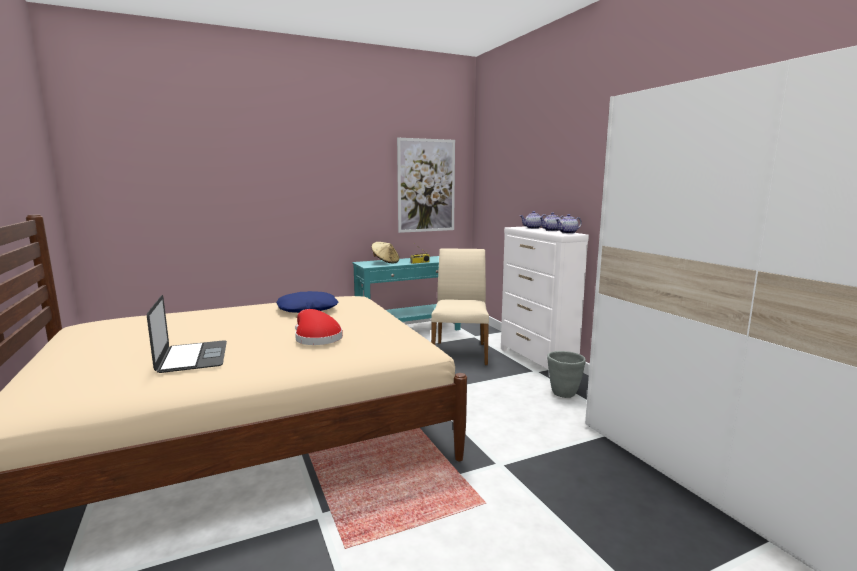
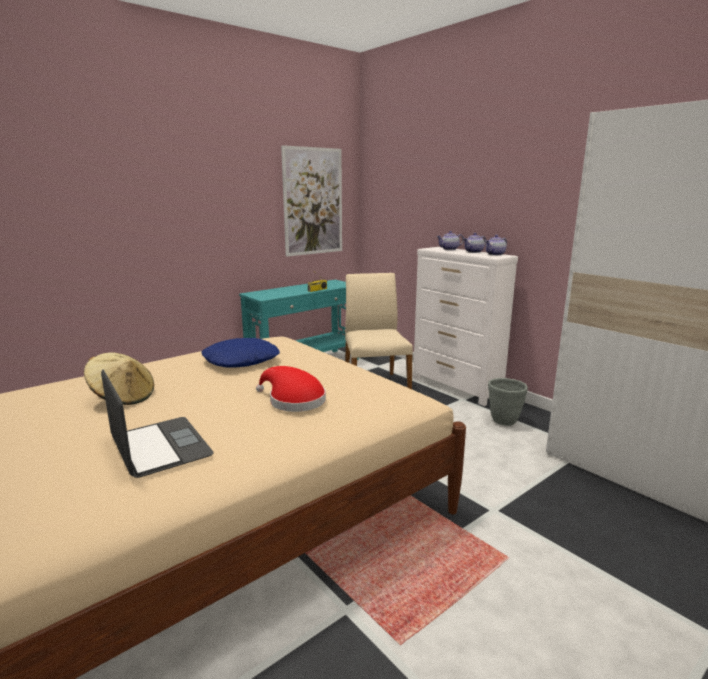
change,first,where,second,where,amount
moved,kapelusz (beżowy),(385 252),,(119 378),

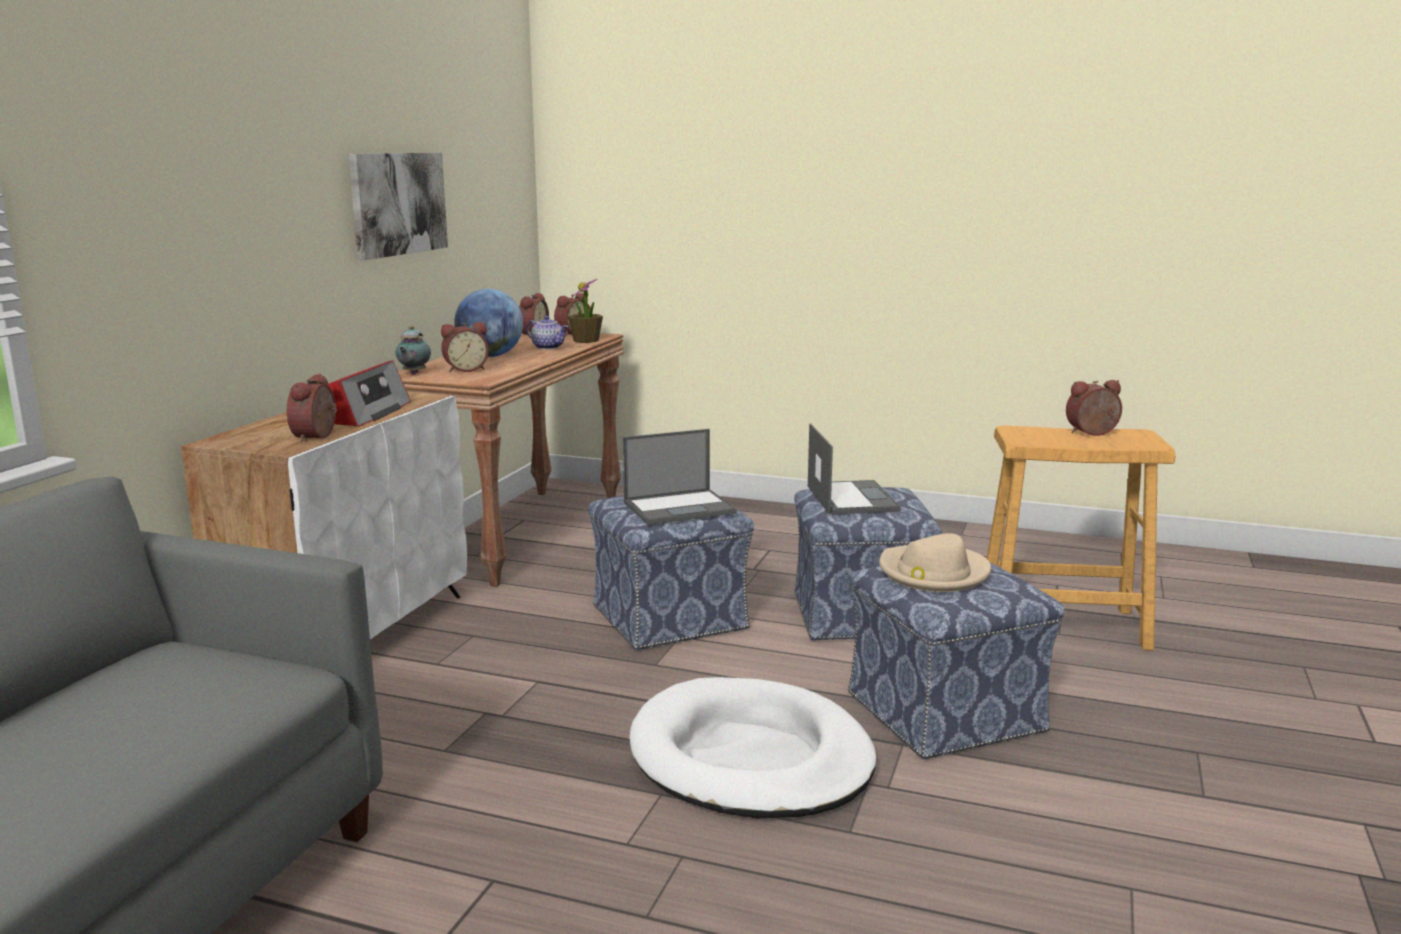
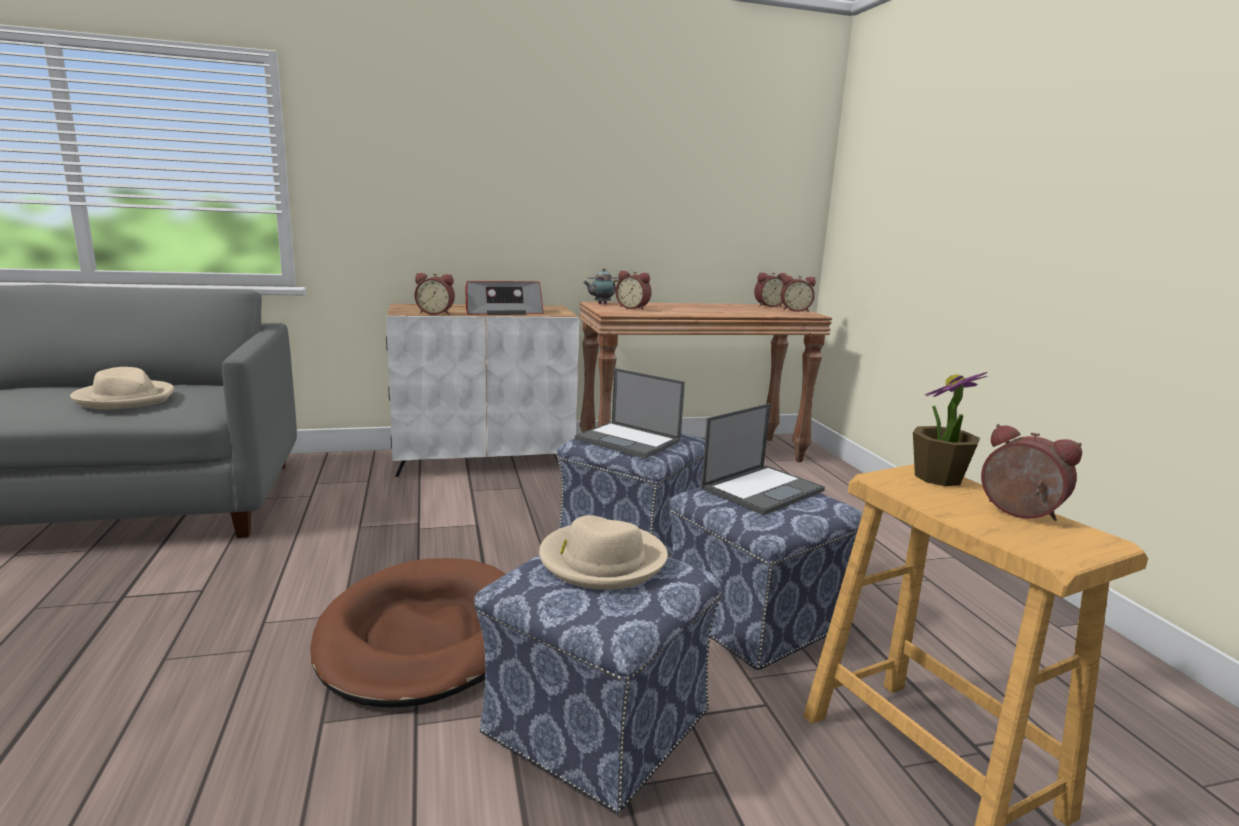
change,first,where,second,where,amount
removed,obraz,(398 206),,,
moved,roślina doniczkowa,(585 310),,(950 429),
removed,globus,(488 323),,,
removed,imbryk,(547 333),,,
turned,budzik,(312 408),,(434 294),150 degrees counterclockwise
recoloured,legowisko (biały),(753 747),legowisko (brązowy),(408 633),
added,,,kapelusz (beżowy),(122 388),

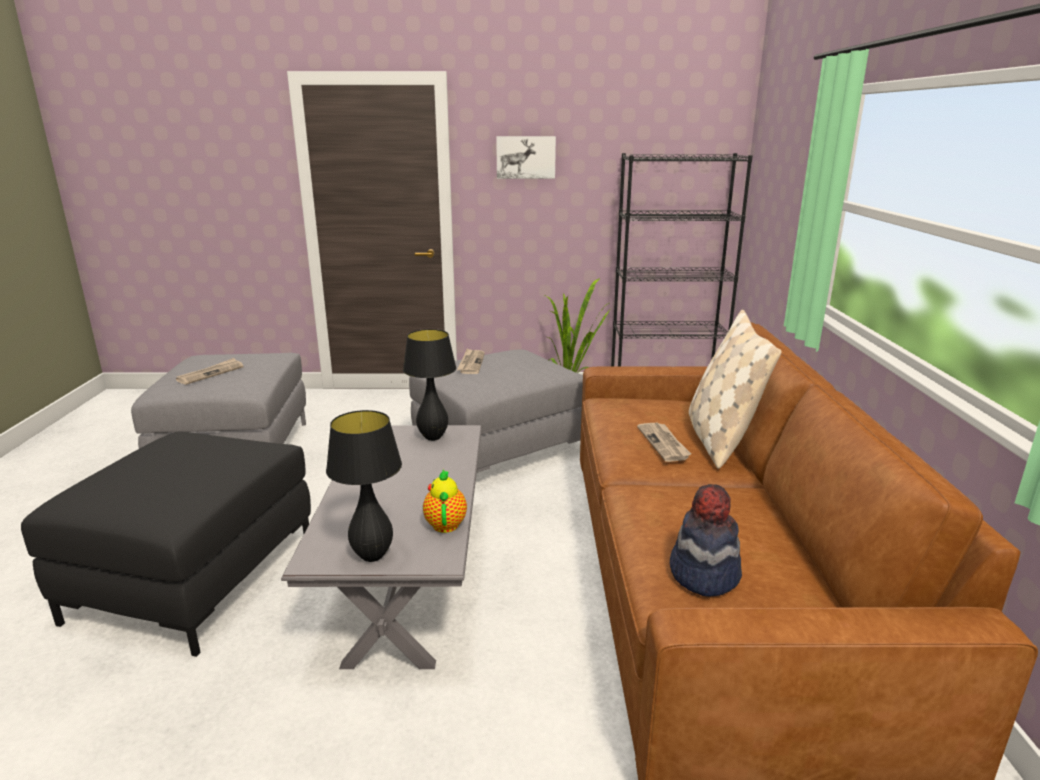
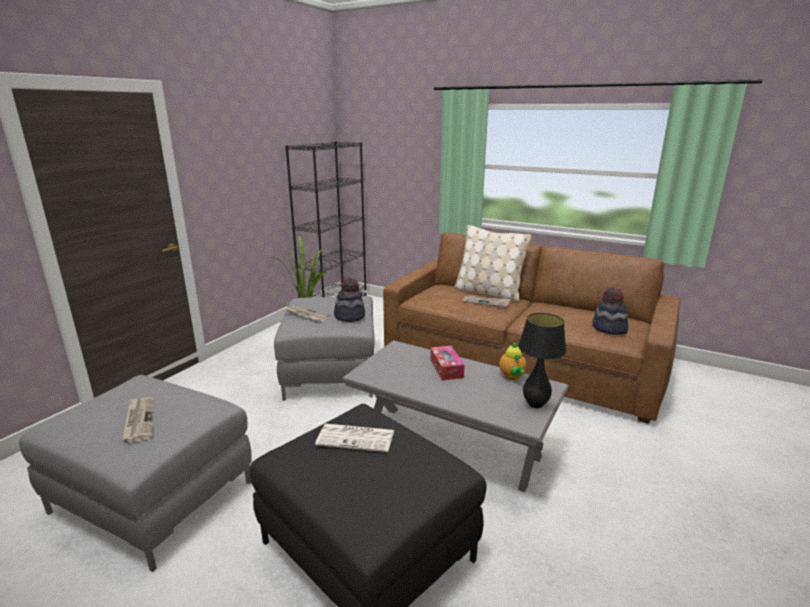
change,first,where,second,where,amount
removed,obraz,(526 157),,,
removed,lampa stołowa (czarny),(429 385),,,
turned,imbryk,(445 501),,(513 361),120 degrees counterclockwise
added,,,kapelusz,(349 299),
added,,,pudełko chusteczek,(447 363),
added,,,gazeta,(355 438),

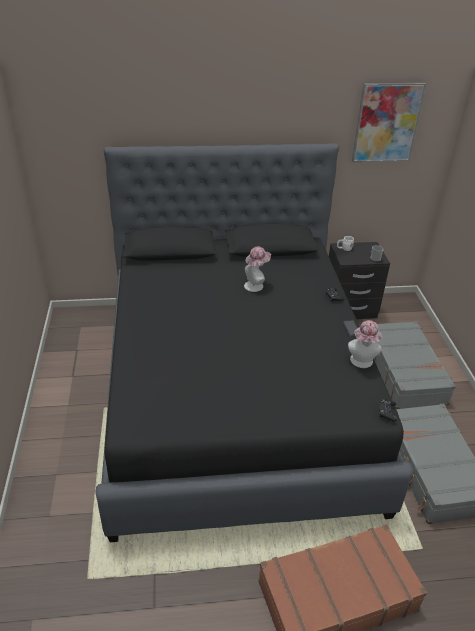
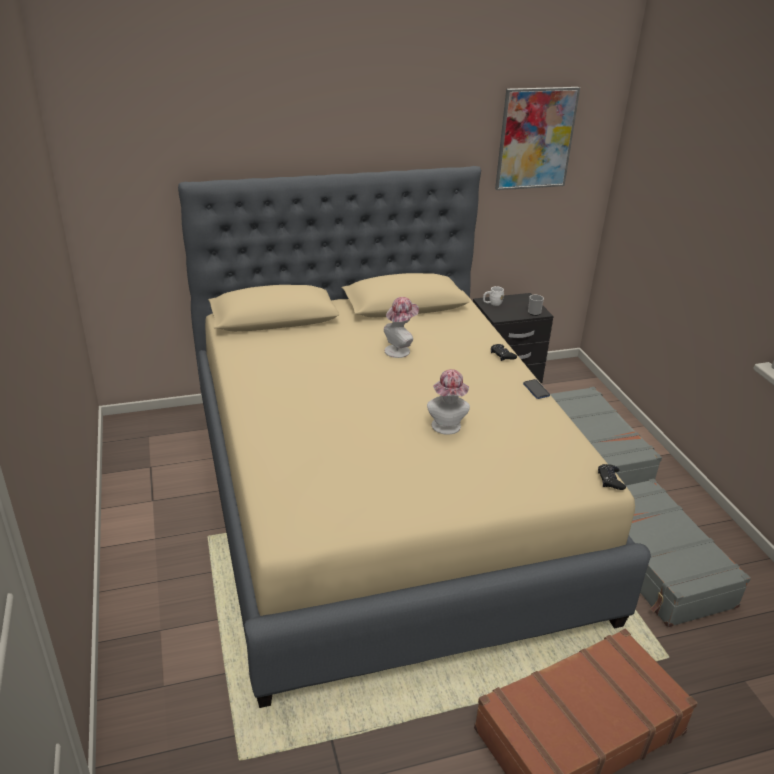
change,first,where,second,where,amount
recoloured,łóżko (czarny),(254 342),łóżko (beżowy),(414 437),
moved,kapelusz,(365 344),,(448 402),

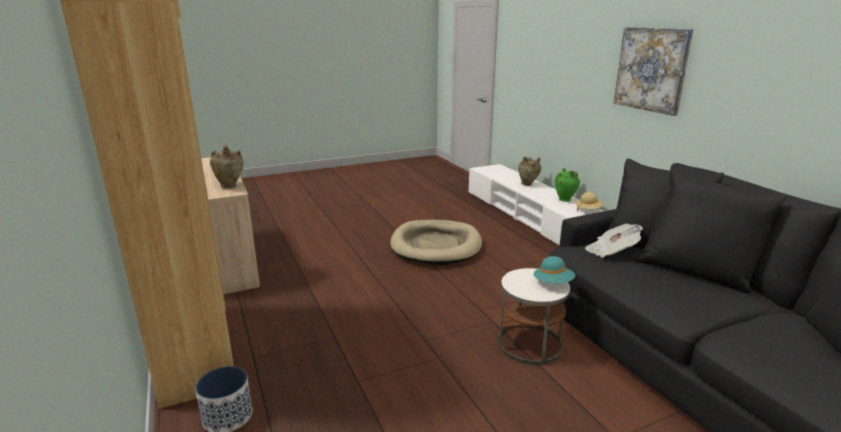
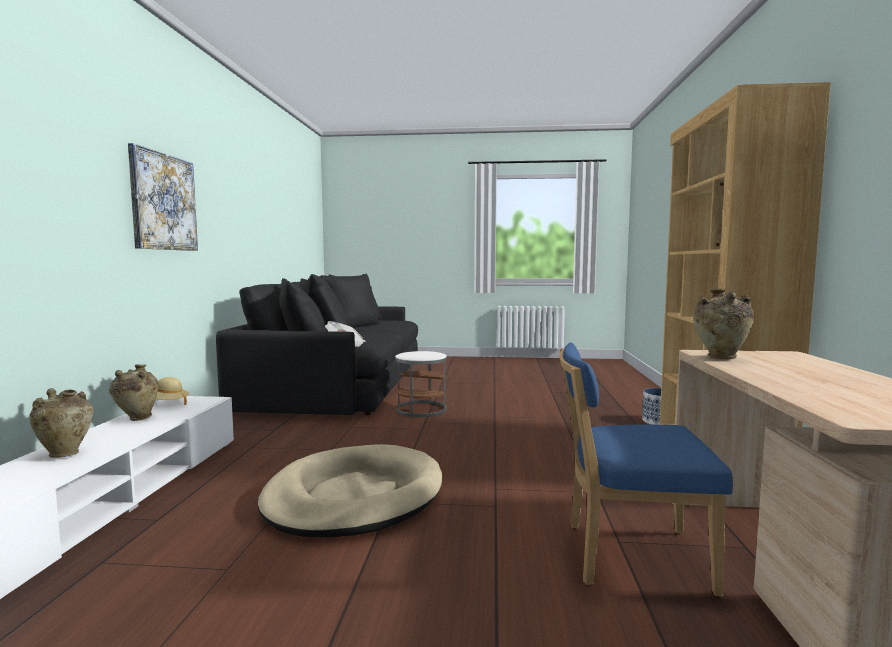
change,first,where,second,where,amount
recoloured,wazon (zielony),(567 185),wazon (beżowy),(133 392),
removed,kapelusz (turkusowy),(554 270),,,
added,,,krzesło (niebieski),(646 470),

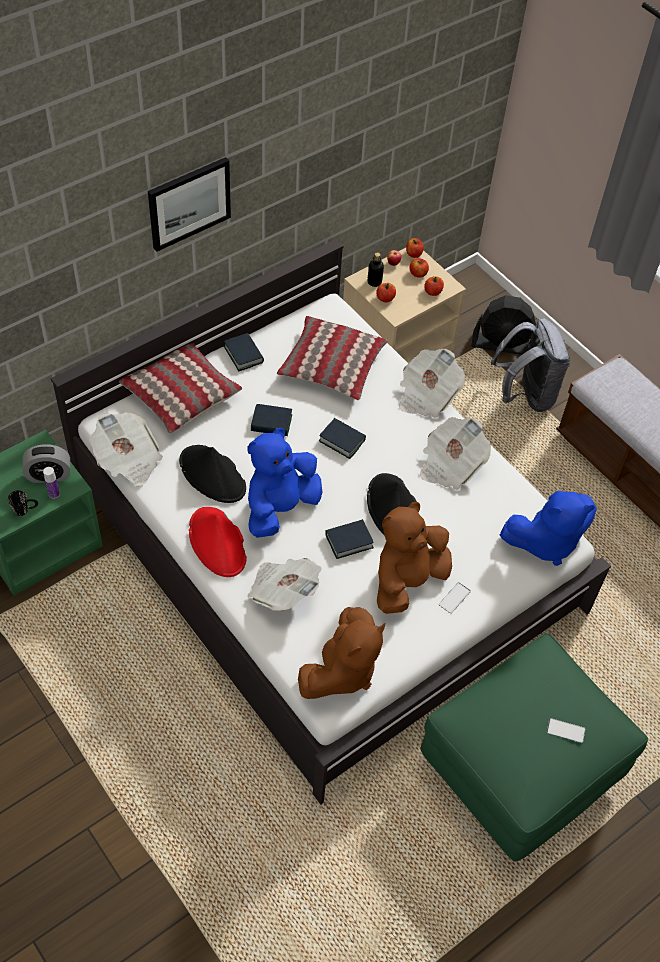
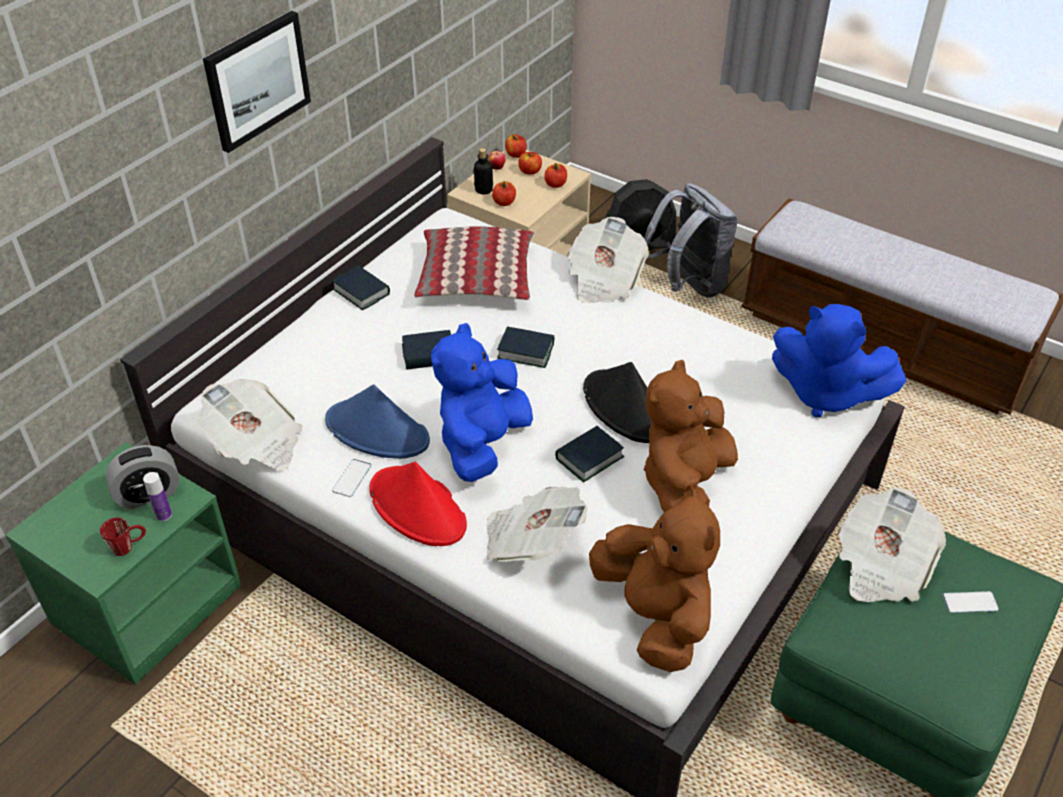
change,first,where,second,where,amount
removed,poduszka,(180 388),,,
moved,gazeta,(455 453),,(891 544),
recoloured,kapelusz (czarny),(212 474),kapelusz (niebieski),(377 421),
recoloured,kubek (czarny),(23 503),kubek (czerwony),(123 537),
turned,pluszak (niebieski),(548 528),,(839 360),60 degrees clockwise
moved,telefon,(455 598),,(352 478),
turned,pluszak (brązowy),(341 653),,(654 578),45 degrees counterclockwise

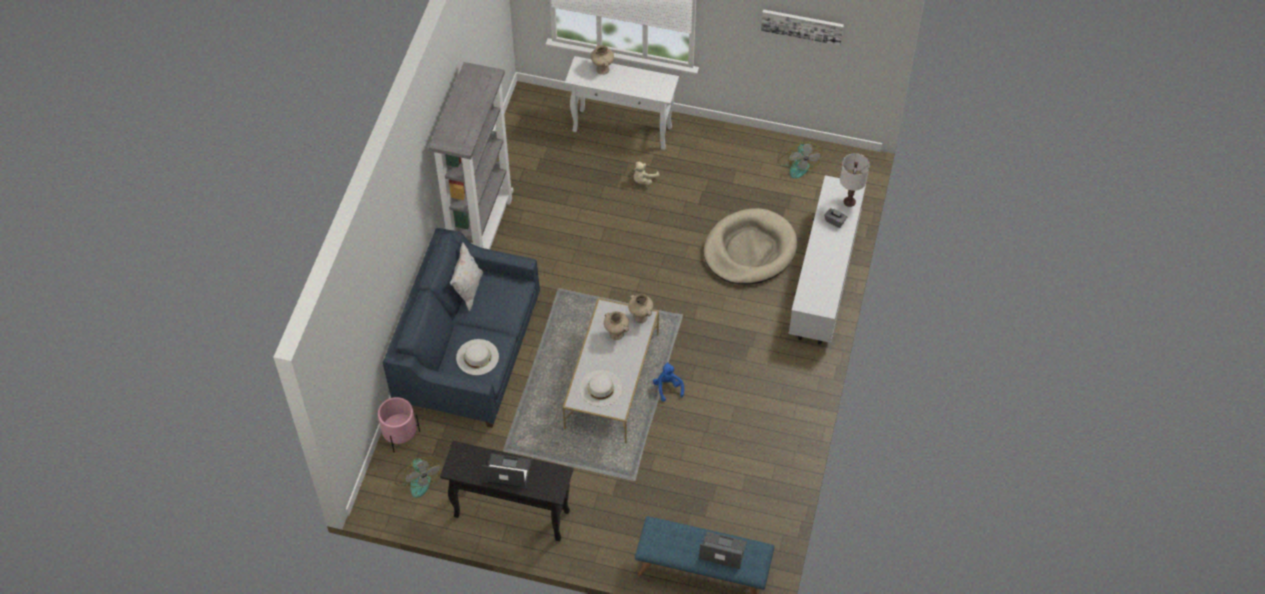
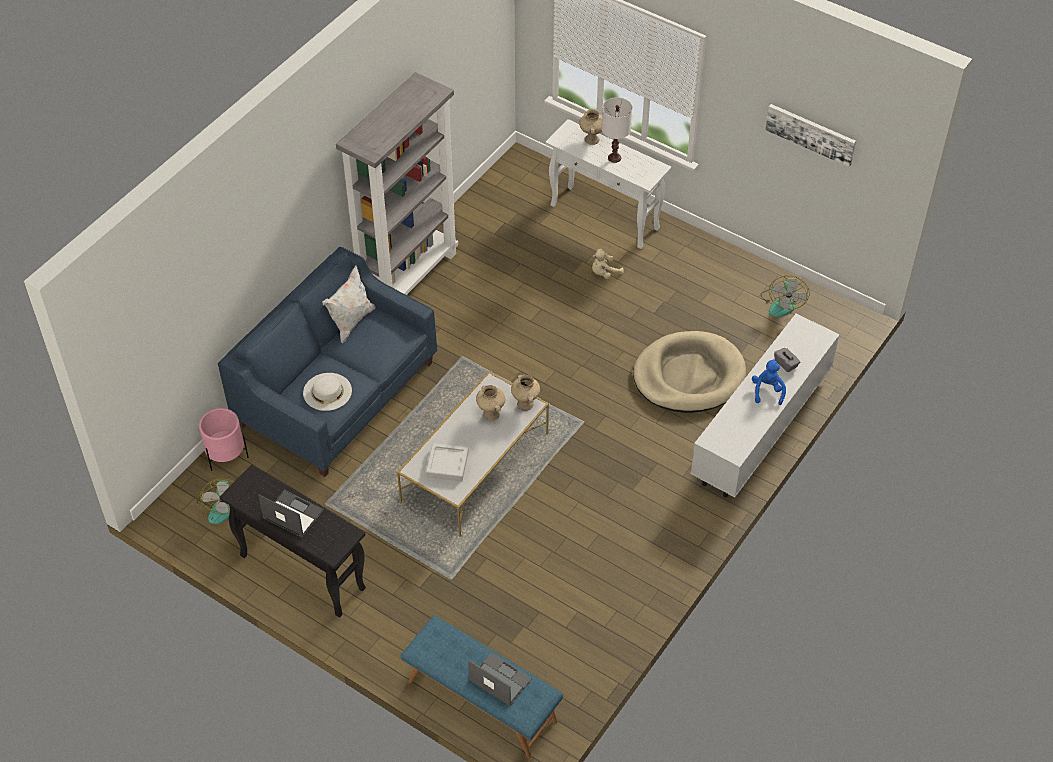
change,first,where,second,where,amount
moved,lampa stołowa (biały),(855 180),,(616 130),
moved,pluszak (niebieski),(668 382),,(769 382),
replaced,kapelusz (biały),(601 388),taca (szary),(447 462),

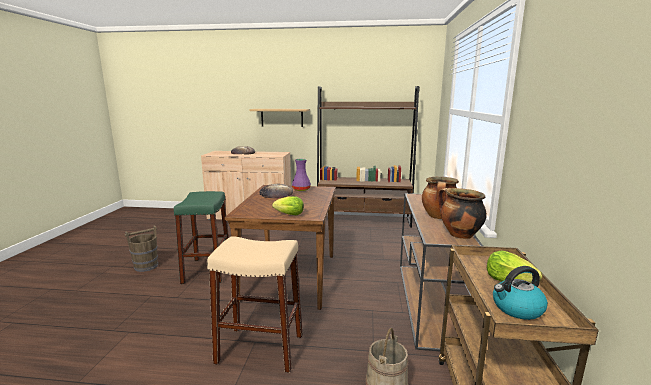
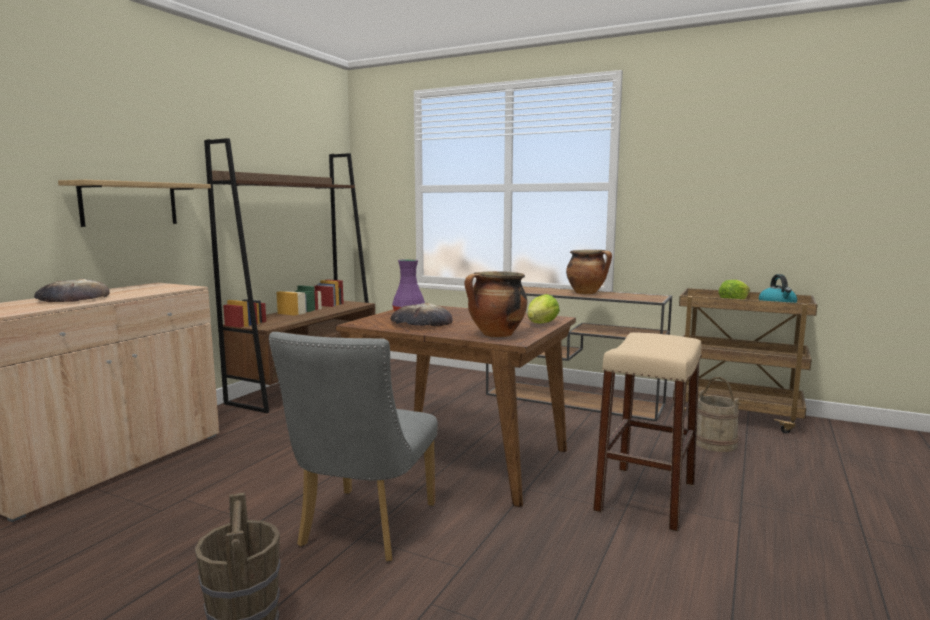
change,first,where,second,where,amount
moved,garnek,(462 213),,(496 304),
replaced,stołek (zielony),(201 237),krzesło (szary),(353 447),

